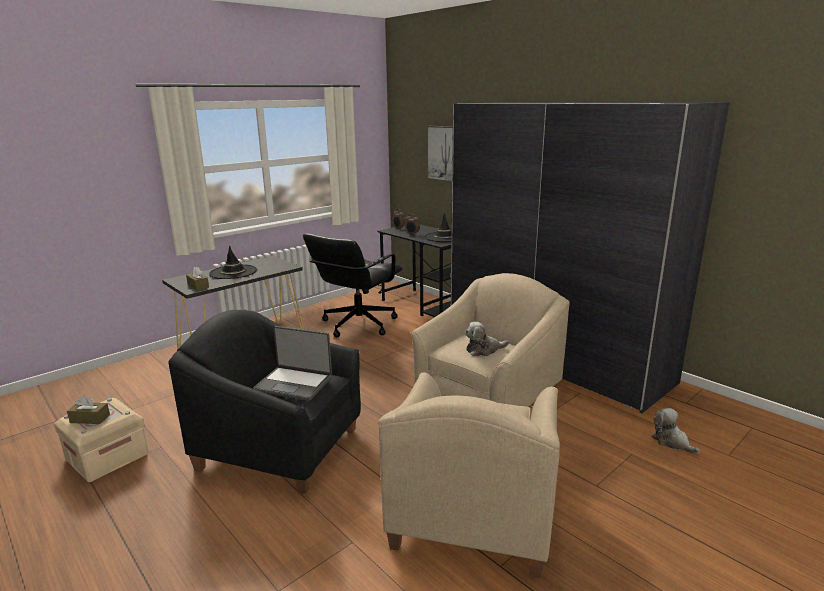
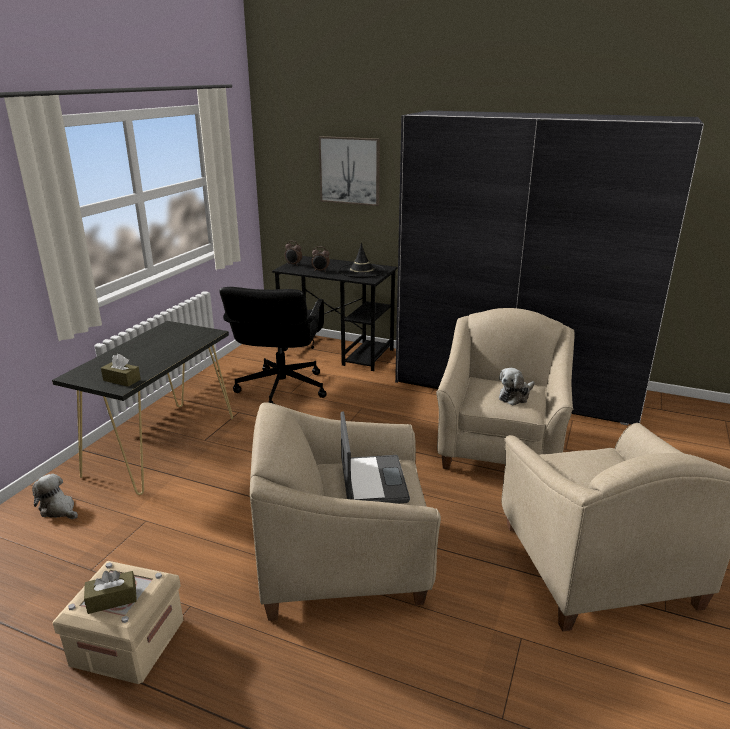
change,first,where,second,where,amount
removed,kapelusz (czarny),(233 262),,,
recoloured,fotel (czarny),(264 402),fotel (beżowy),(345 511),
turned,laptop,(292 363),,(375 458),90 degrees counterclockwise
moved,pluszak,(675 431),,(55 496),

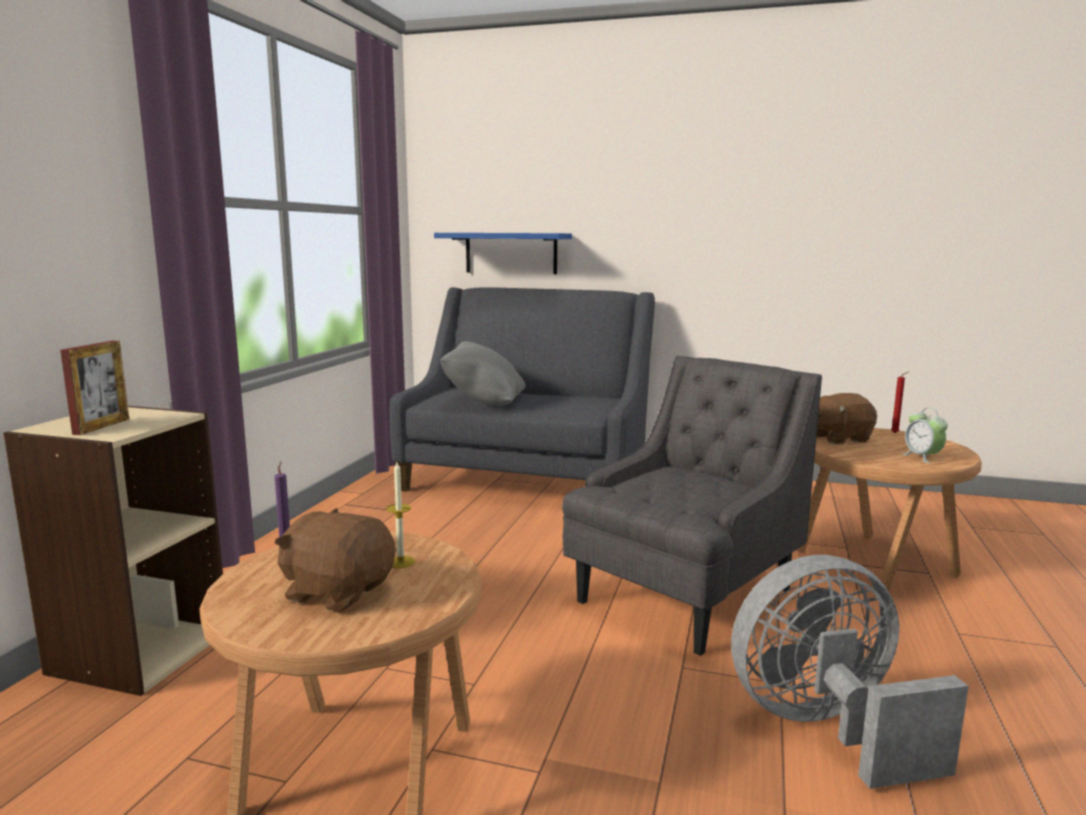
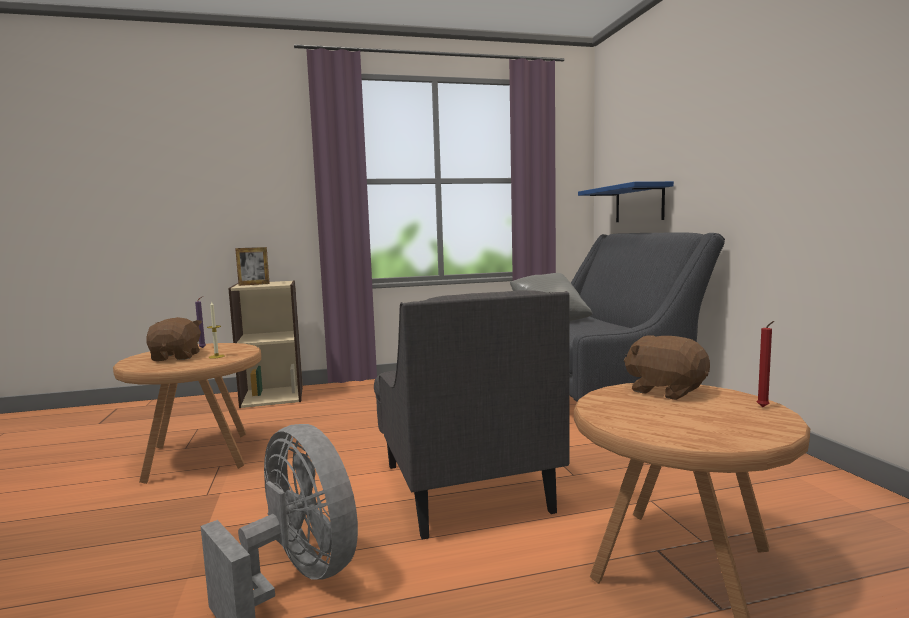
change,first,where,second,where,amount
turned,fotel (szary),(692 506),,(472 415),60 degrees clockwise
removed,budzik,(925 435),,,

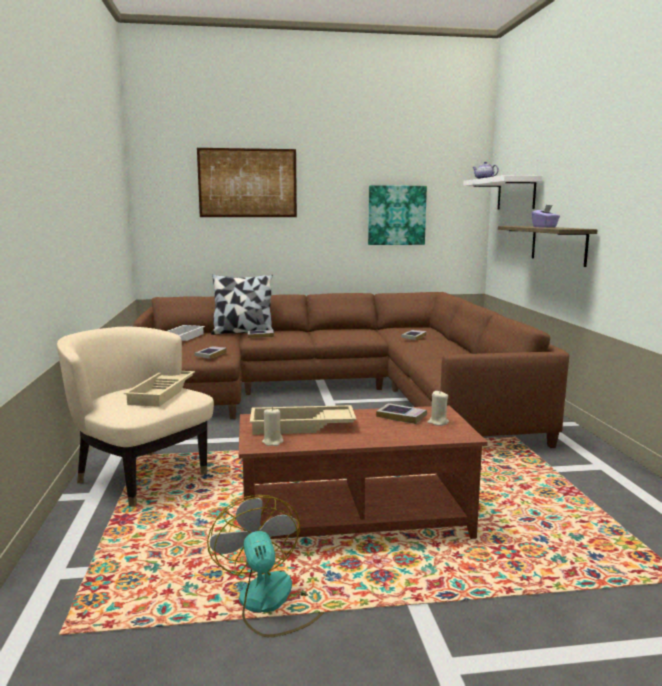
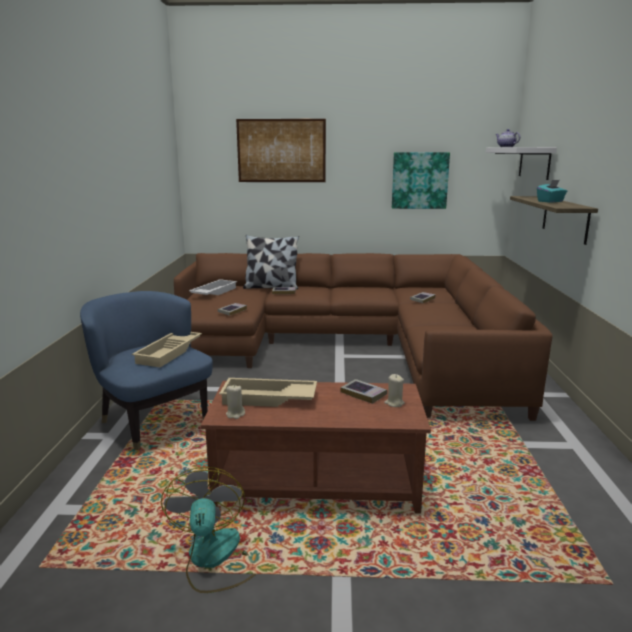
change,first,where,second,where,amount
recoloured,pudełko chusteczek (fioletowy),(545 216),pudełko chusteczek (turkusowy),(552 191),
recoloured,fotel (beżowy),(135 416),fotel (niebieski),(146 370),

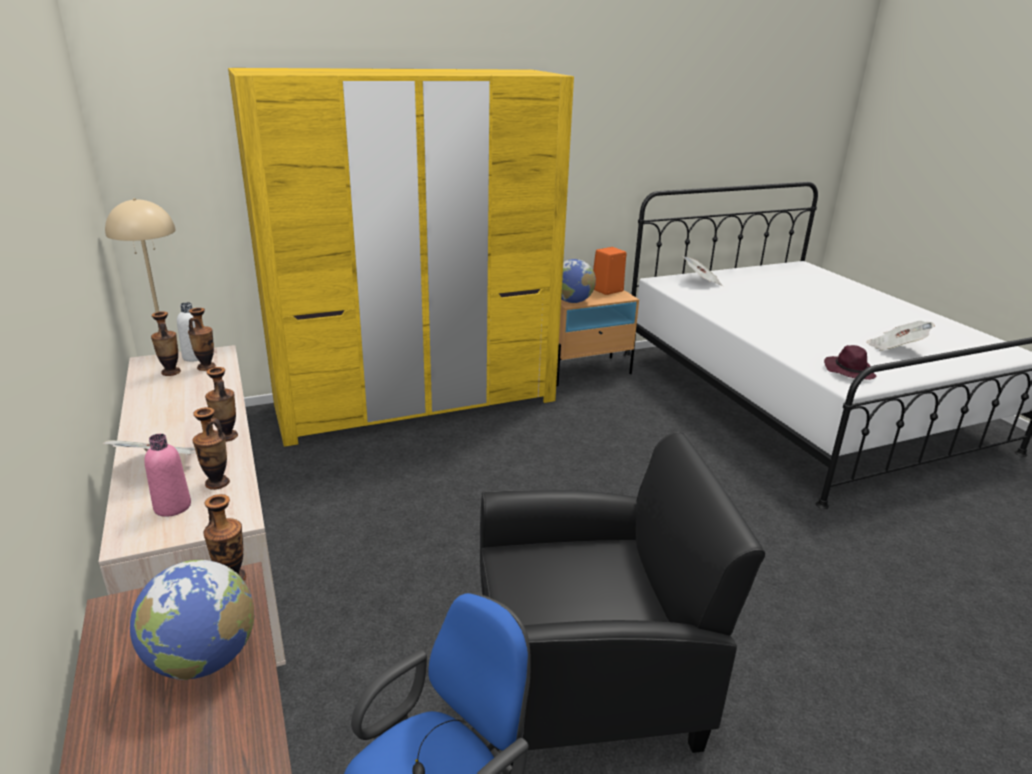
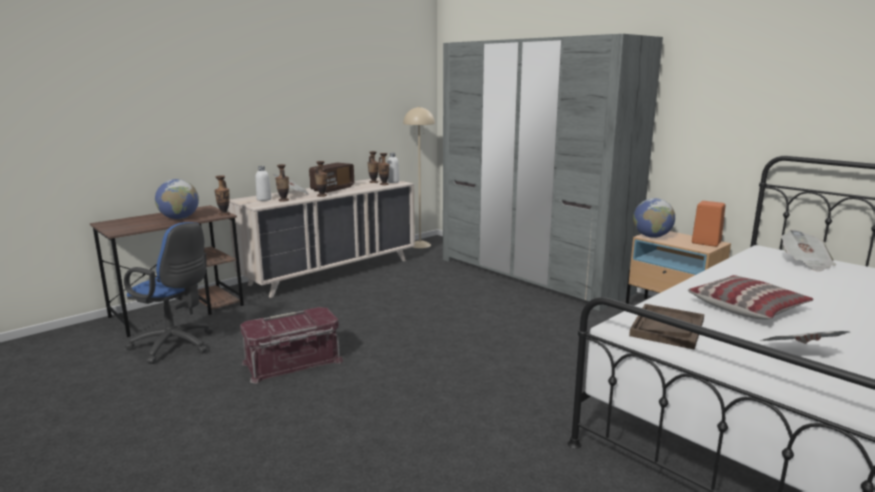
change,first,where,second,where,amount
recoloured,szafa (żółty),(401 257),szafa (szary),(553 172),
replaced,kapelusz (fioletowy),(850 362),taca (brązowy),(666 327),
replaced,fotel (czarny),(622 599),pojemnik do przechowywania (czerwony),(292 345),
recoloured,butelka (różowy),(167 475),butelka (biały),(263 183),
added,,,radio,(331 177),
added,,,poduszka,(750 297),

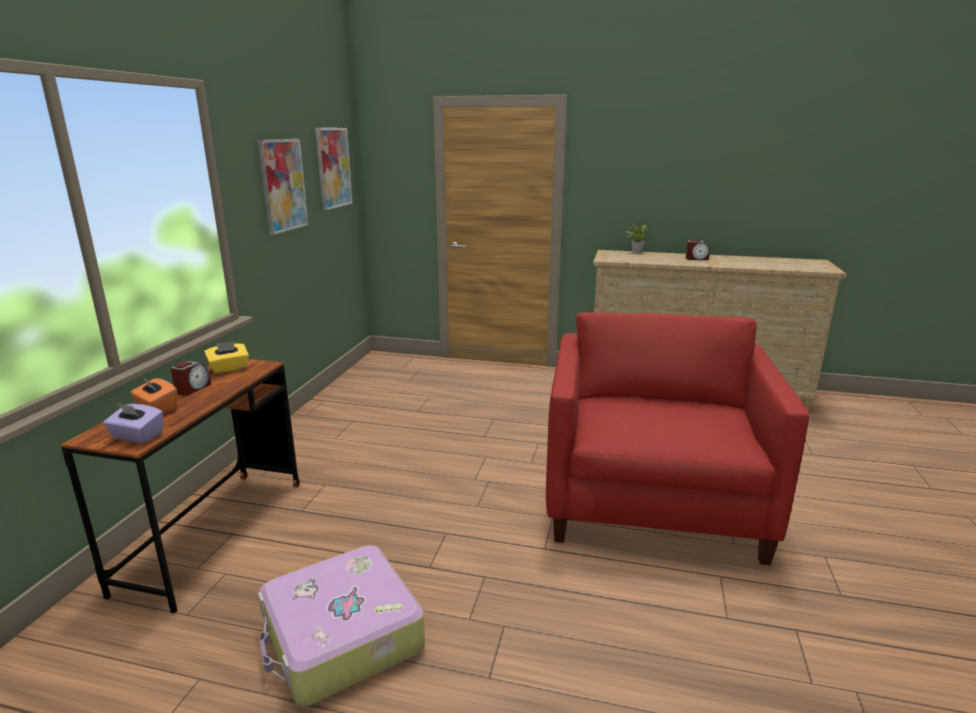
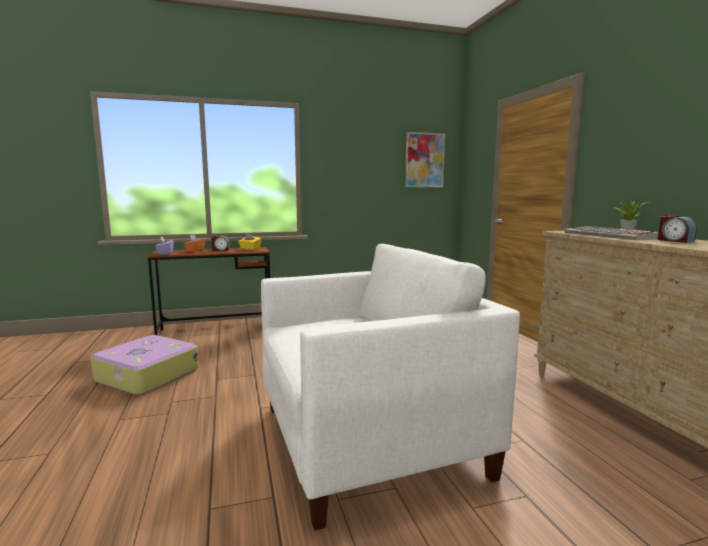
change,first,where,second,where,amount
removed,obraz,(283 187),,,
recoloured,fotel (czerwony),(678 438),fotel (biały),(390 387),
added,,,klawiatura,(611 233),

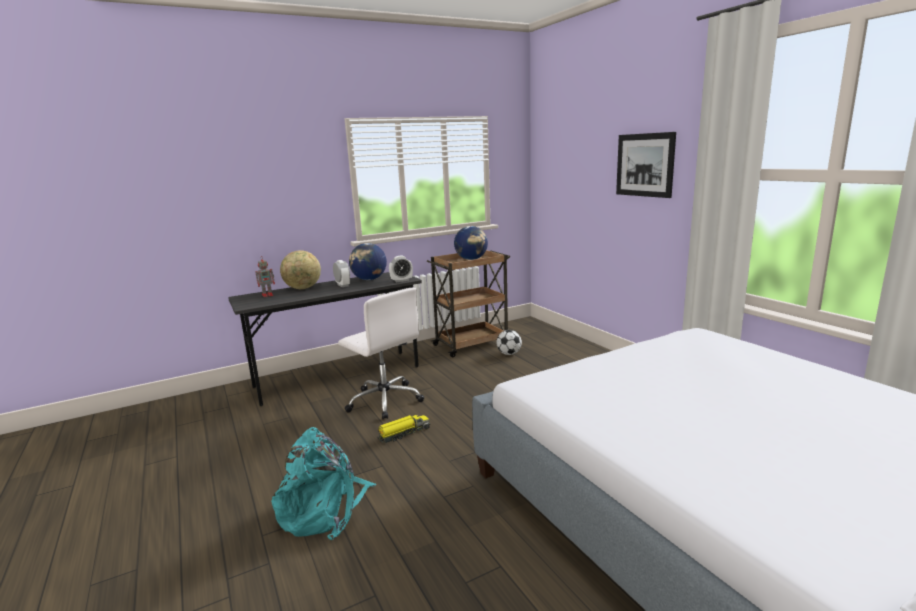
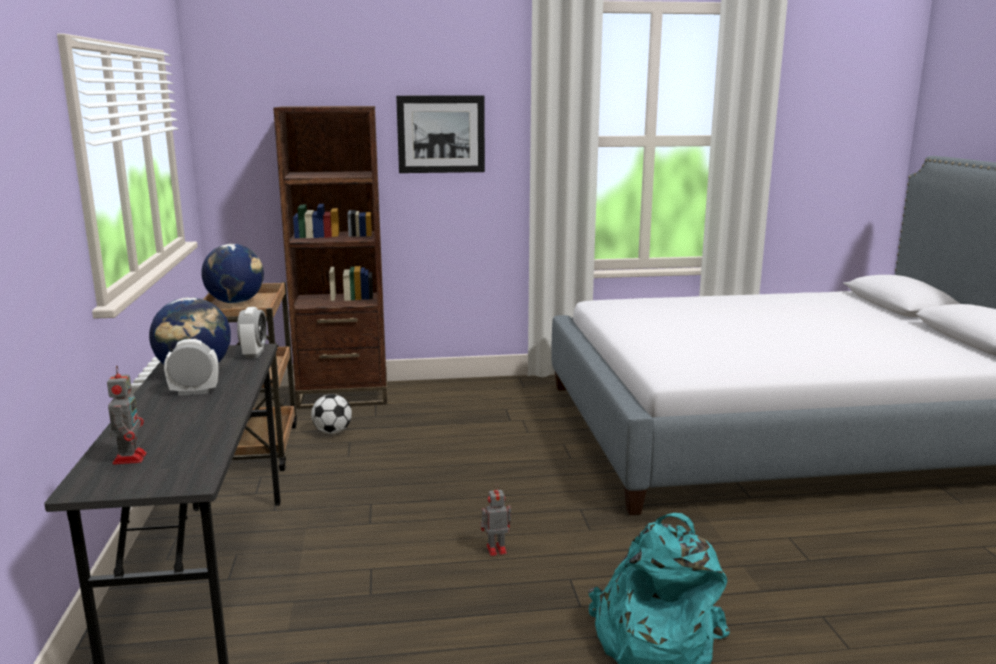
change,first,where,second,where,amount
removed,globus,(300 269),,,
removed,krzesło biurowe (biały),(381 353),,,
replaced,ciężarówka zabawkowa,(403 428),robot zabawkowy,(496 520),
added,,,regał (brązowy),(330 257),

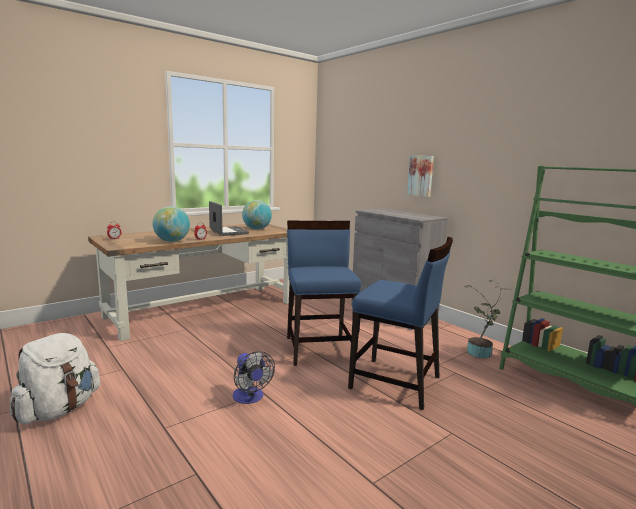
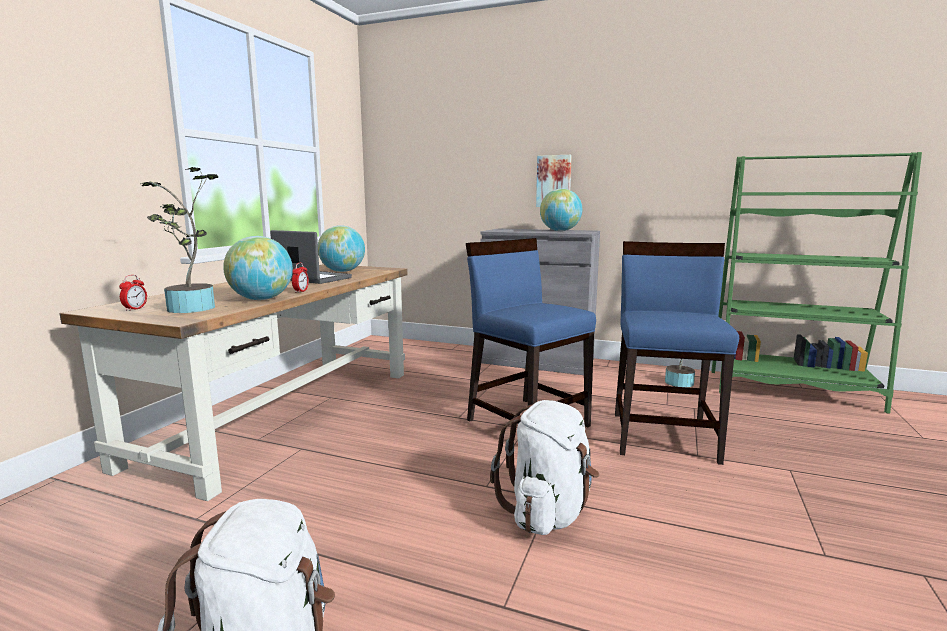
change,first,where,second,where,amount
turned,krzesło (niebieski),(400 323),,(677 353),75 degrees counterclockwise
replaced,wentylator,(254 377),plecak (biały),(544 467),
added,,,roślina doniczkowa,(178 240),
added,,,globus,(561 209),

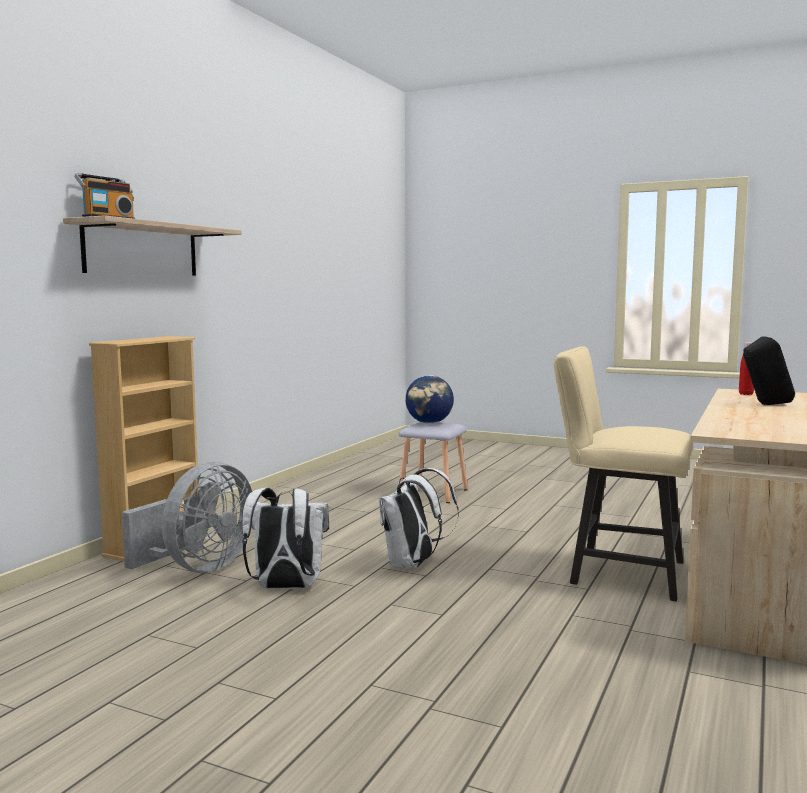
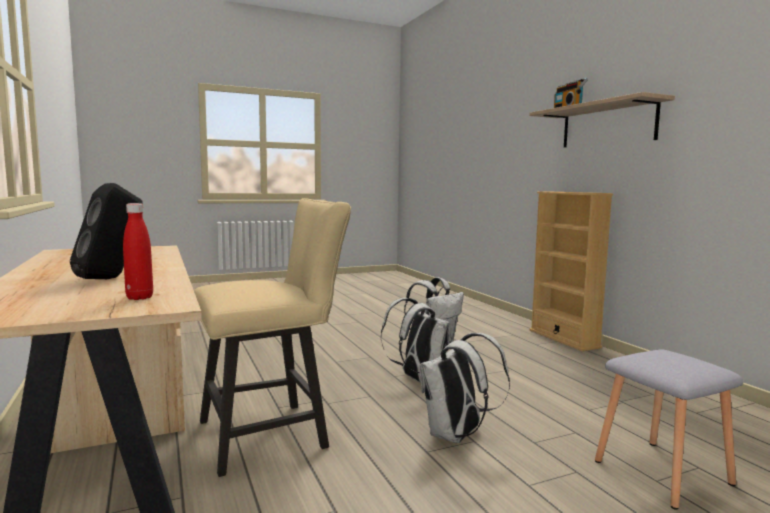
change,first,where,second,where,amount
removed,globus,(430 399),,,
removed,wentylator (szary),(187 517),,,
added,,,plecak (biały),(464 388),

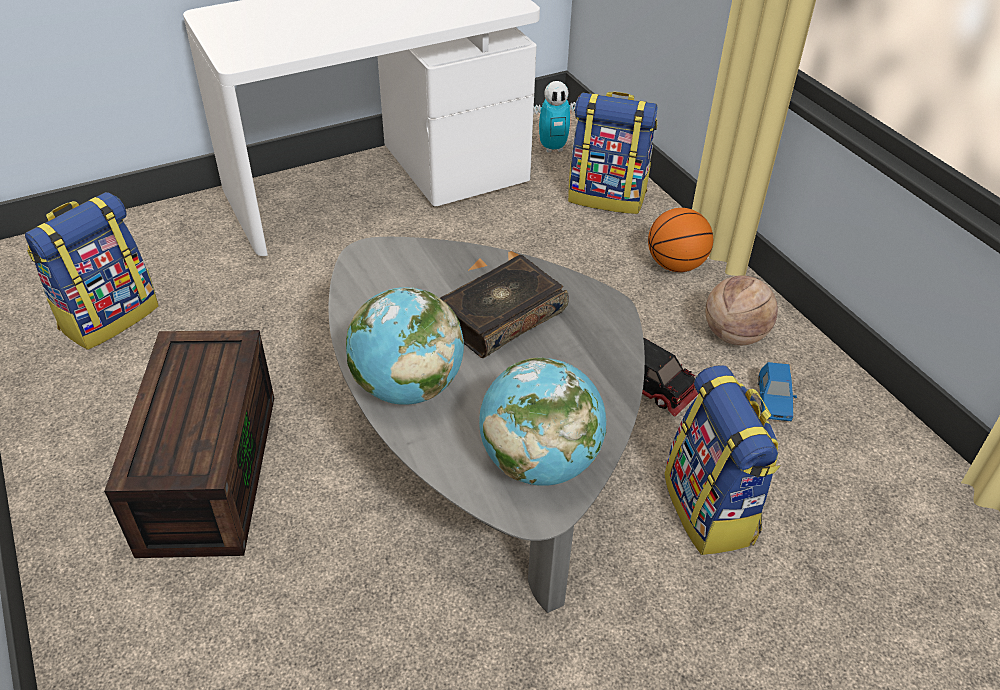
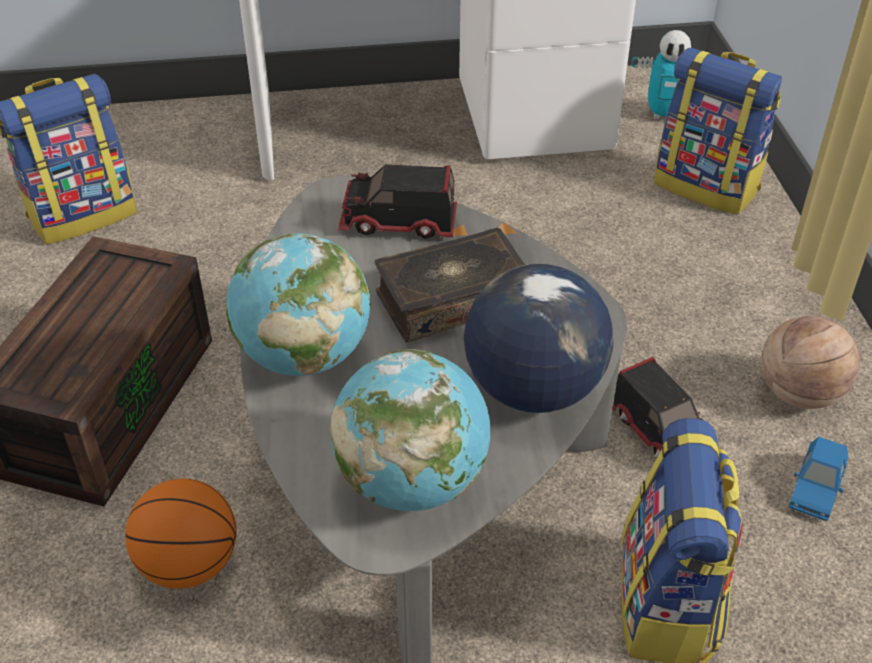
change,first,where,second,where,amount
moved,piłka do koszykówki,(680 240),,(181 534),
added,,,ciężarówka zabawkowa,(397 201),
added,,,globus,(538 338),

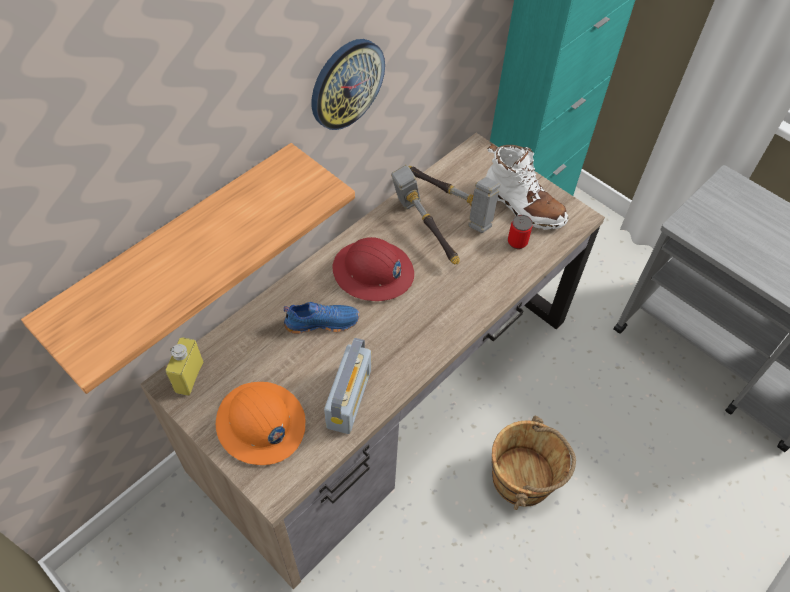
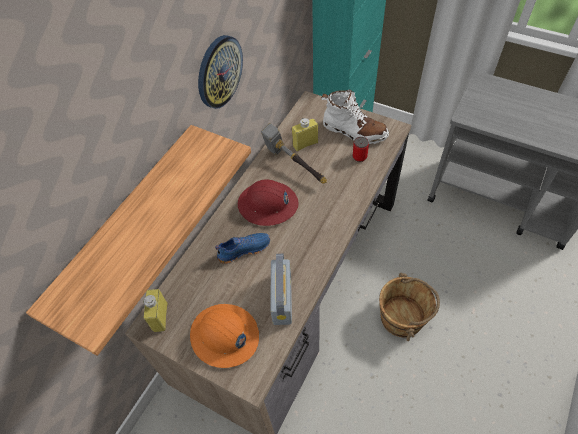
change,first,where,second,where,amount
replaced,młotek,(454 199),butelka (żółty),(305 134),

